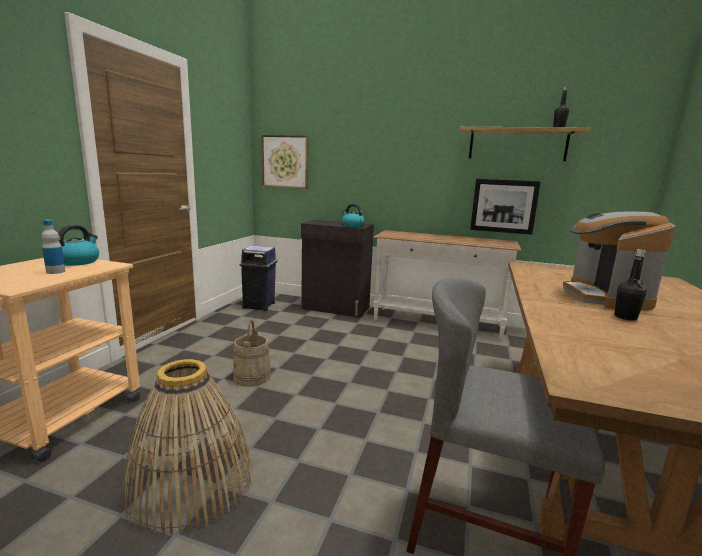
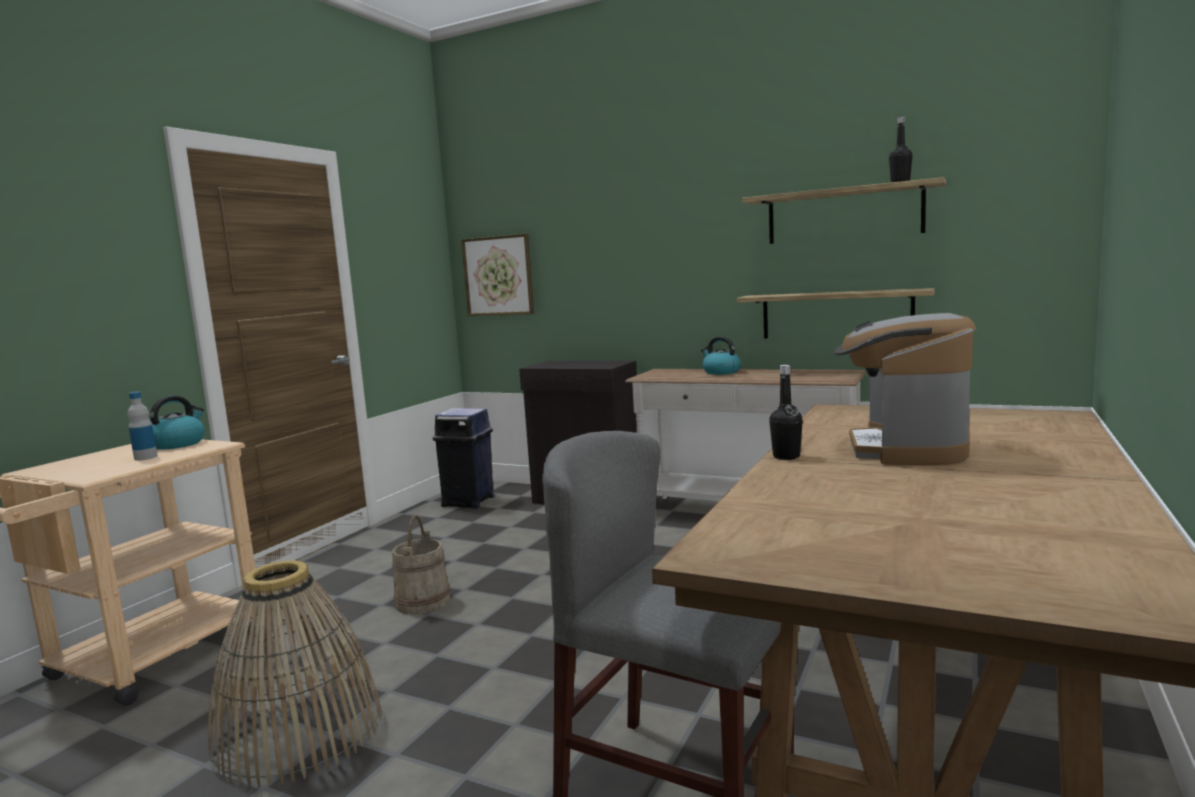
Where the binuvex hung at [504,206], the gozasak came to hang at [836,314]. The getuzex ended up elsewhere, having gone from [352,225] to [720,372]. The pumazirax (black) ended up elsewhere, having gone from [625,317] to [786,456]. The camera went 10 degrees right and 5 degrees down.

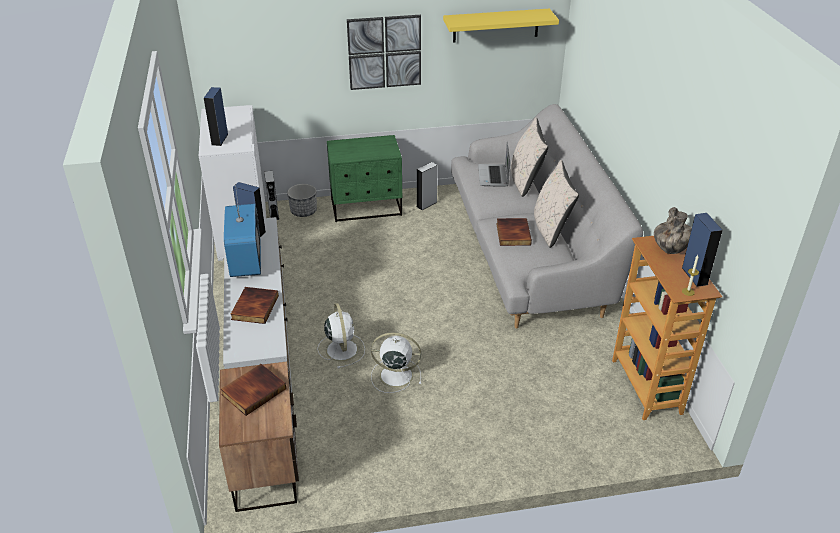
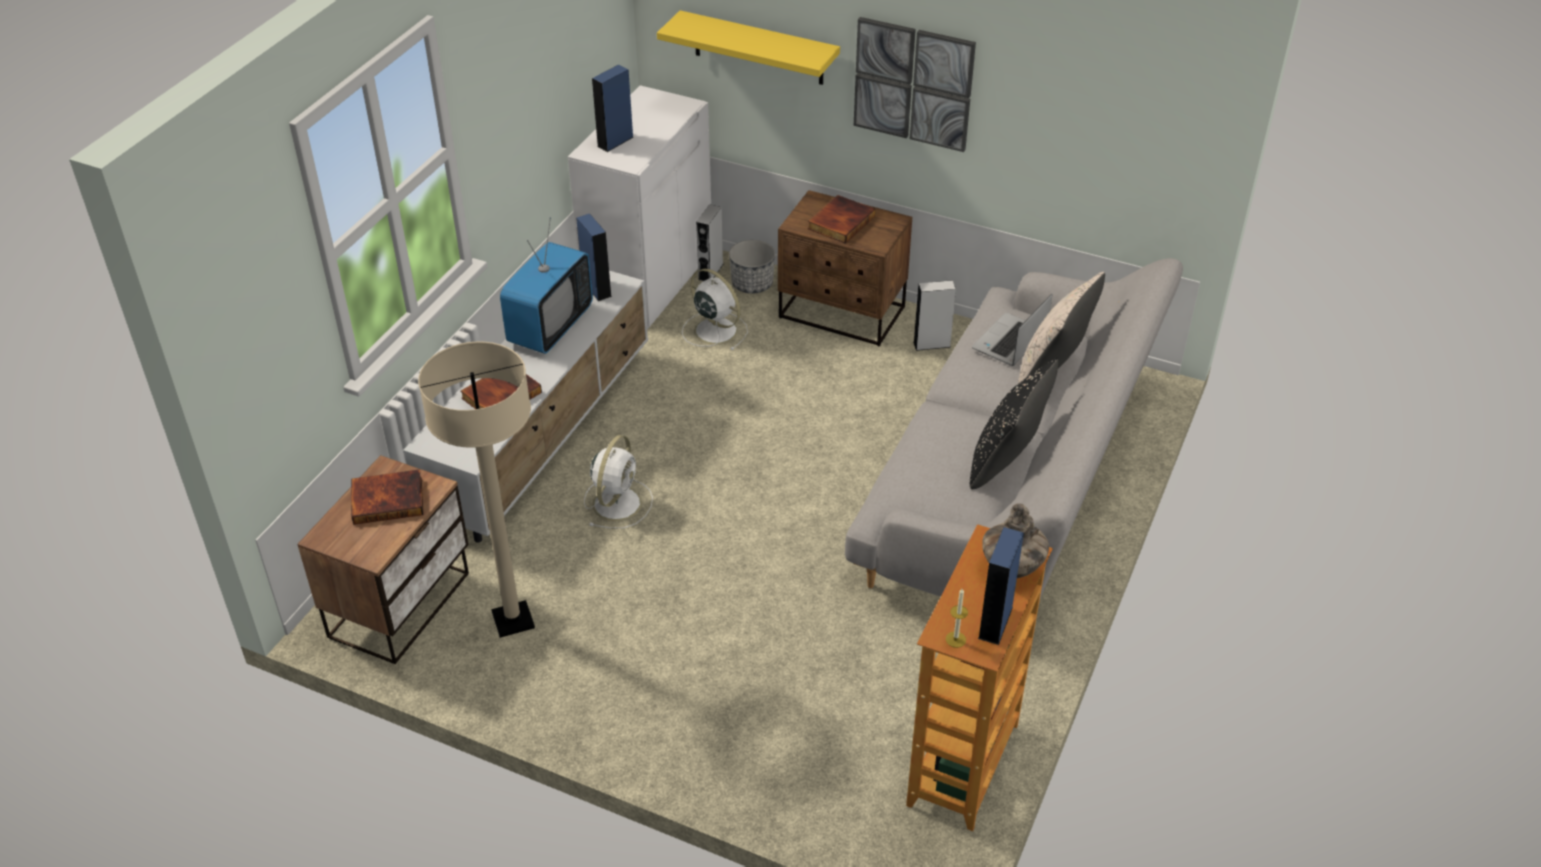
The gozasak (yellow) ended up elsewhere, having gone from [496,25] to [758,48]. What was the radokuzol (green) at [366,207] turned into the radokuzol (brown) at [842,313]. What was the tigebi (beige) at [551,228] turned into the tigebi (black) at [1006,461]. The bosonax ended up elsewhere, having gone from [512,234] to [840,222]. The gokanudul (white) ended up elsewhere, having gone from [394,375] to [714,330]. The second view gained the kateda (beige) at [513,620]. The camera went 35 degrees right and 5 degrees up.

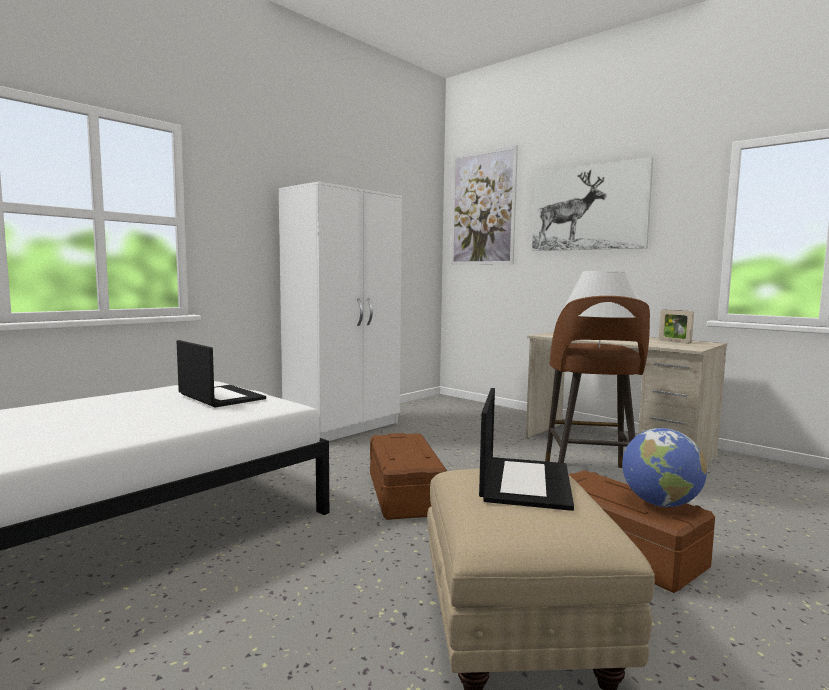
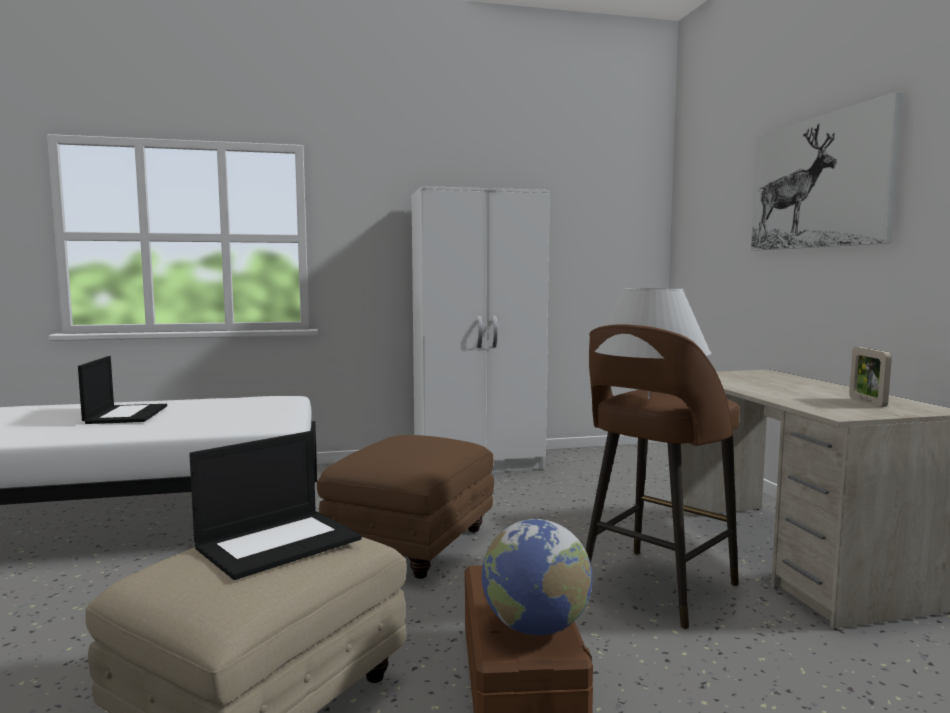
The second view lost the binuvex at [482,208]. The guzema ended up elsewhere, having gone from [220,396] to [126,414]. Where the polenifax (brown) stood at [406,494], the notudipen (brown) came to stand at [411,546]. The camera went 35 degrees right and 0 degrees up.

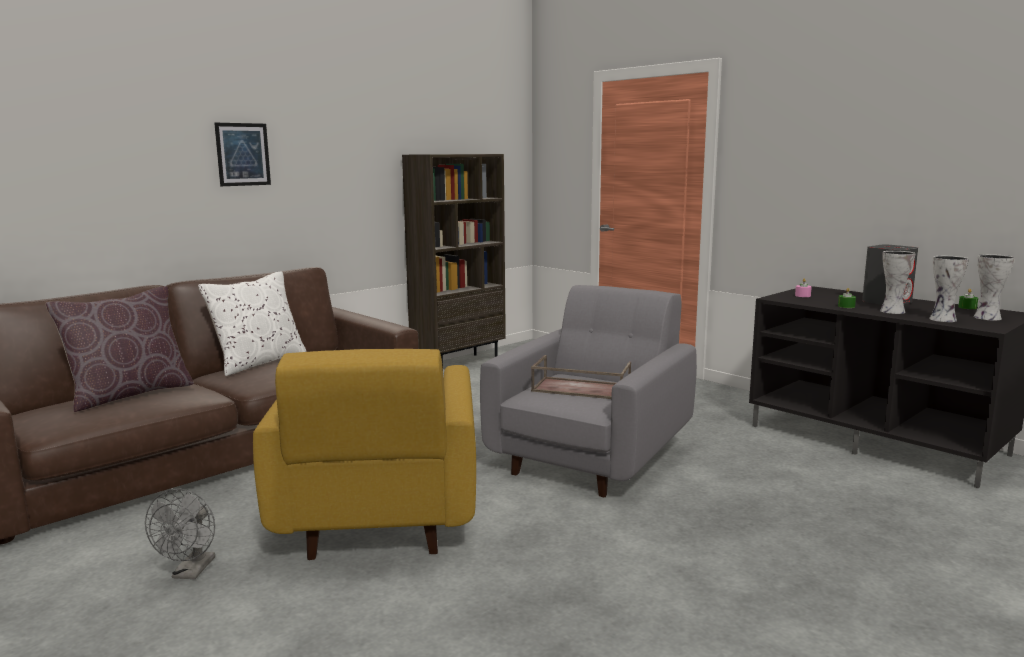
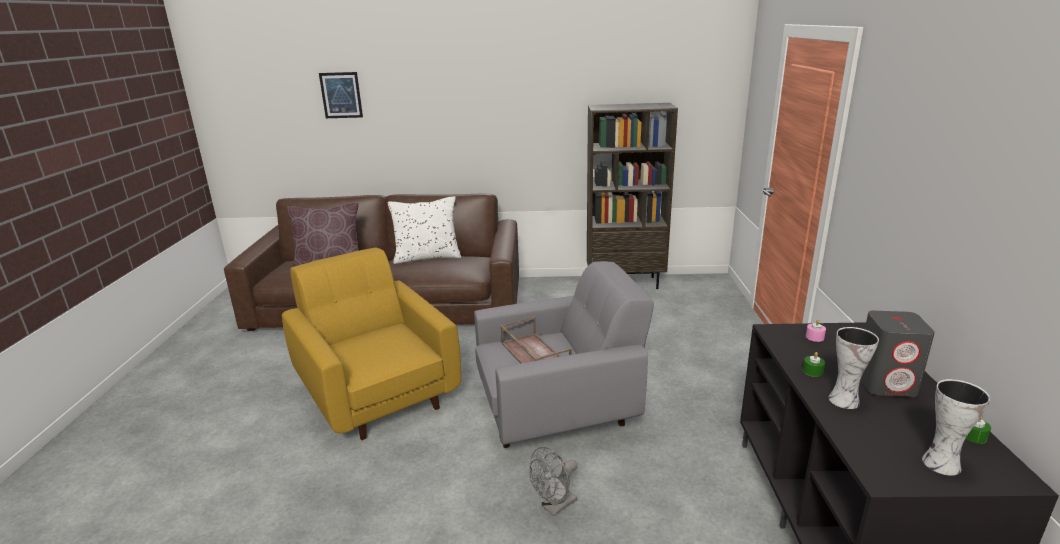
The binuvex ended up elsewhere, having gone from [243,154] to [341,95]. The second view lost the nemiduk at [943,319]. The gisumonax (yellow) at [379,517] ended up facing another way, 105 degrees clockwise from before. The gokanudul (grey) ended up elsewhere, having gone from [191,572] to [555,507]. The camera went 45 degrees right and 10 degrees up.

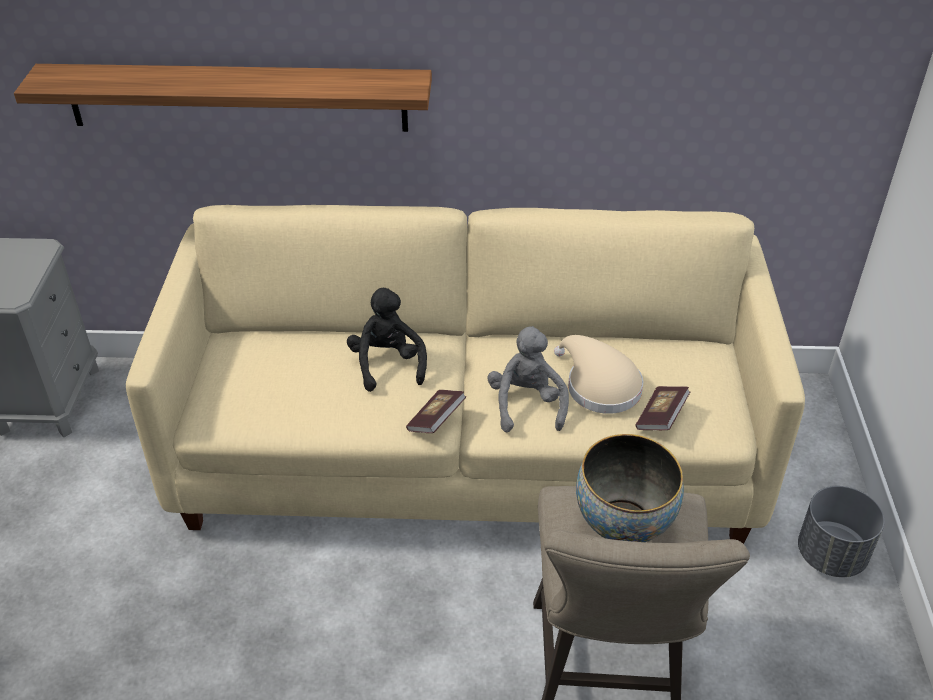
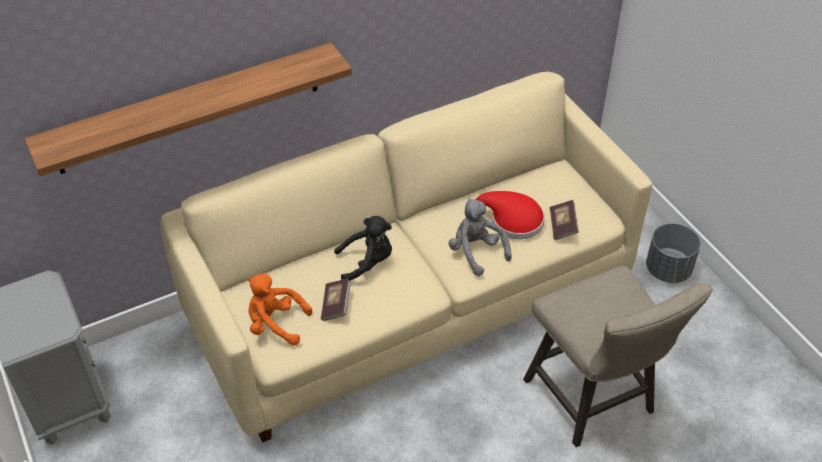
The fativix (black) at [387,364] ended up facing another way, 120 degrees clockwise from before. What was the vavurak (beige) at [599,386] turned into the vavurak (red) at [512,221]. The bosonax ended up elsewhere, having gone from [436,420] to [336,305]. The second view lost the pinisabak at [623,524]. The second view gained the fativix (orange) at [275,324]. The camera went 30 degrees left and 5 degrees up.

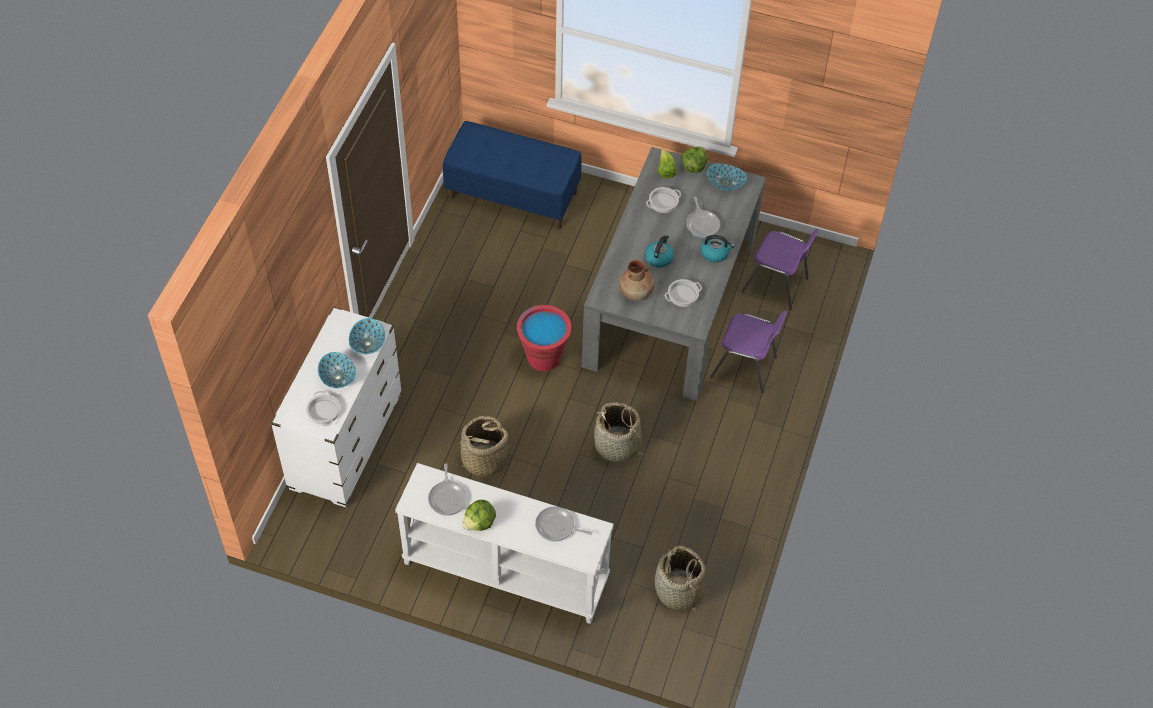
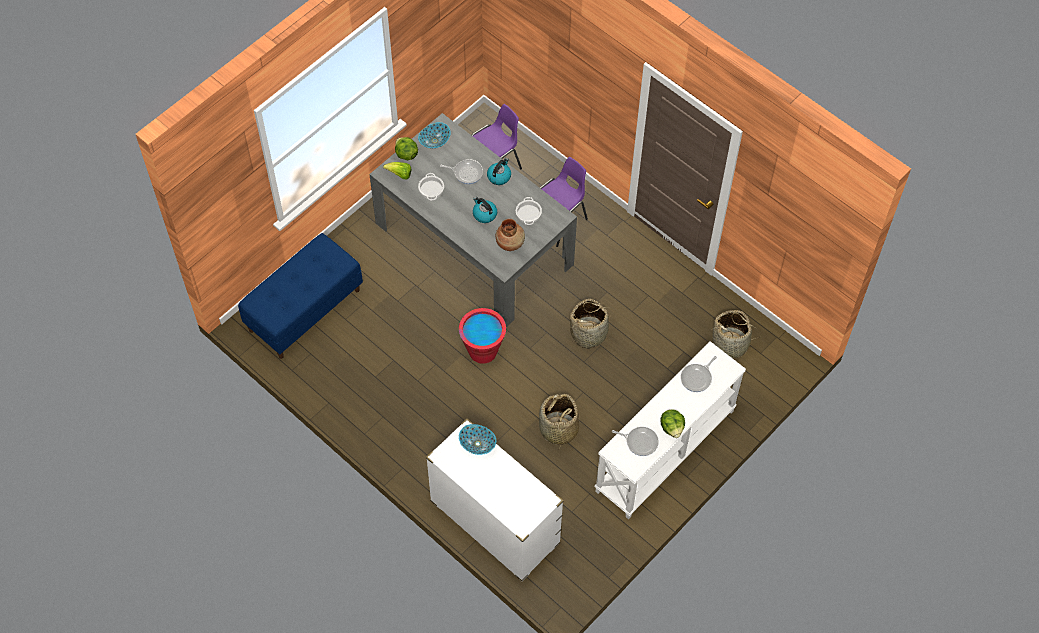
The second view lost the pinisabak at [338,377]. The second view lost the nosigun at [323,411]. The camera went 65 degrees left and 5 degrees up.

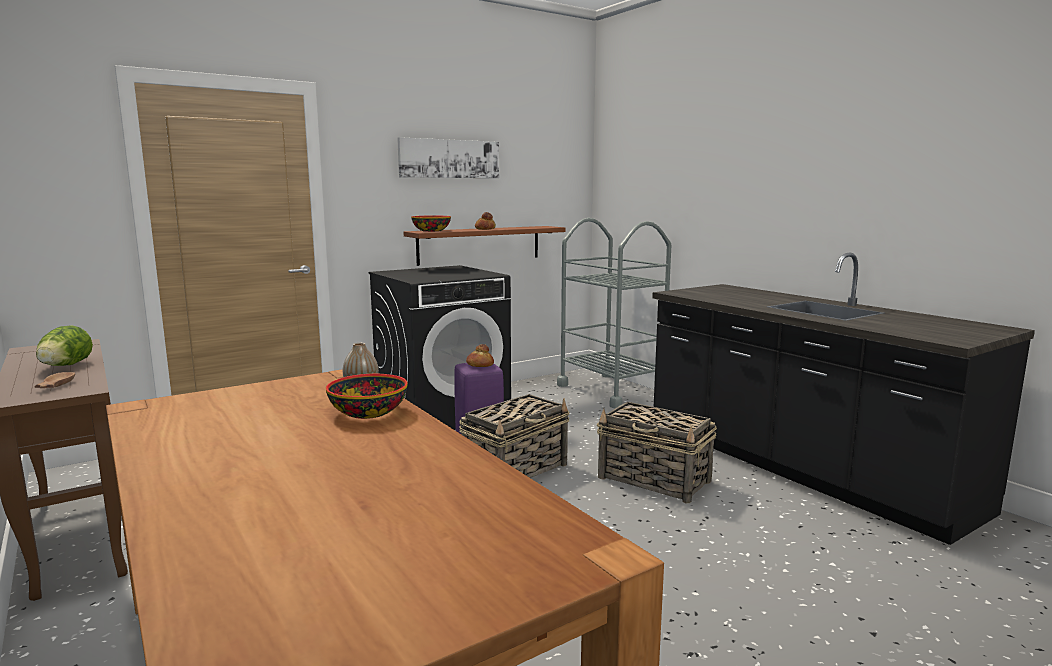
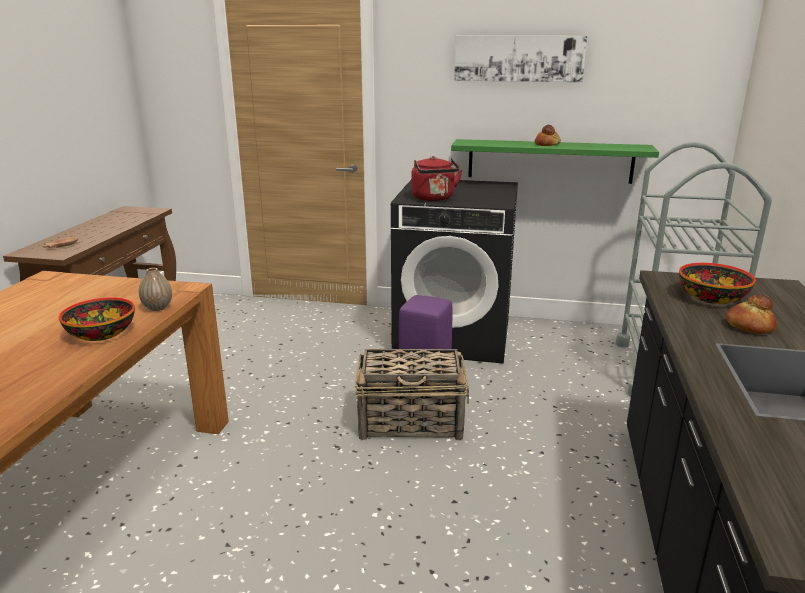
The pinisabak ended up elsewhere, having gone from [431,231] to [712,297]. What was the gozasak (brown) at [480,244] turned into the gozasak (green) at [549,161]. The second view lost the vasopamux at [65,366]. The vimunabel ended up elsewhere, having gone from [480,365] to [749,326]. The second view lost the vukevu at [655,480]. The second view gained the getuzex (red) at [434,198]. The camera went 45 degrees right and 10 degrees up.

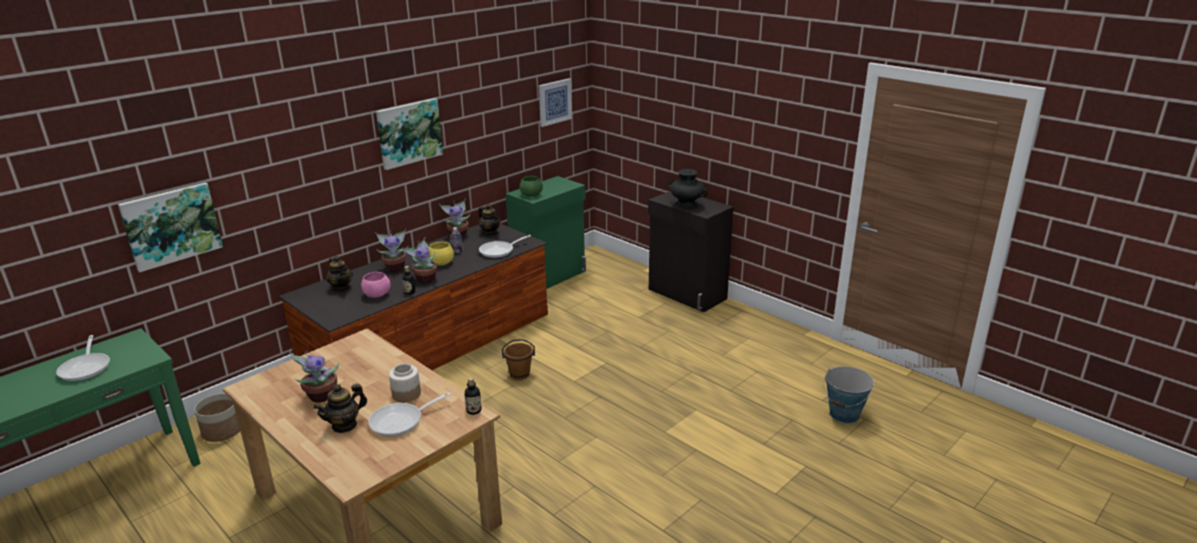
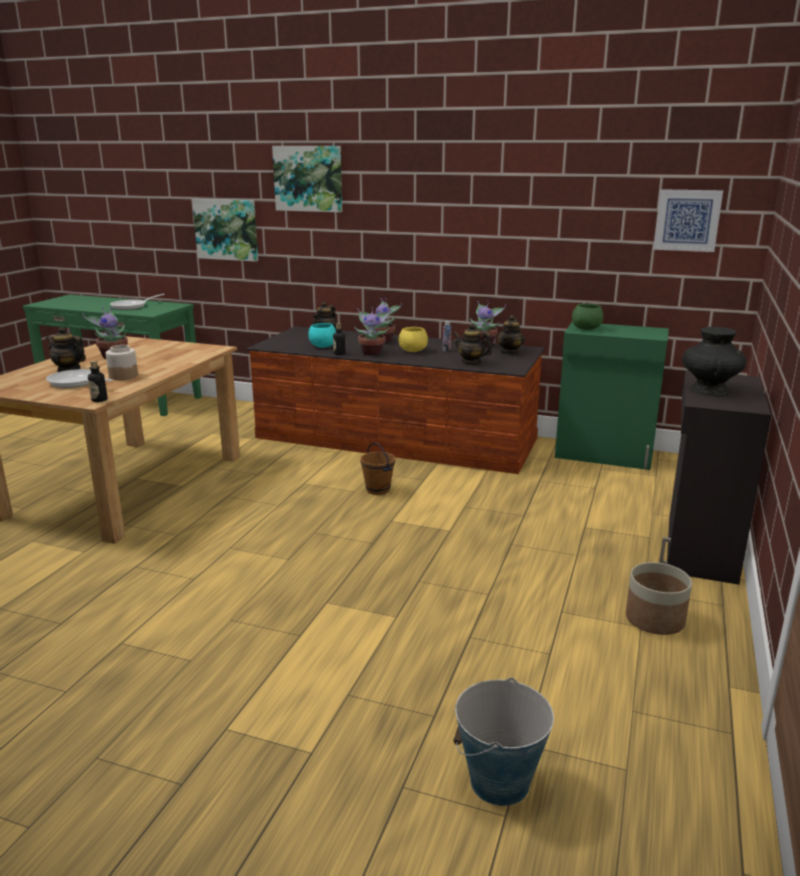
The binuvex ended up elsewhere, having gone from [409,133] to [308,178]. Where the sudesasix stood at [499,251], the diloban came to stand at [471,362]. What was the pinisabak (pink) at [376,295] turned into the pinisabak (turquoise) at [323,346]. The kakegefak ended up elsewhere, having gone from [222,431] to [655,620]. The camera went 65 degrees right and 5 degrees down.

